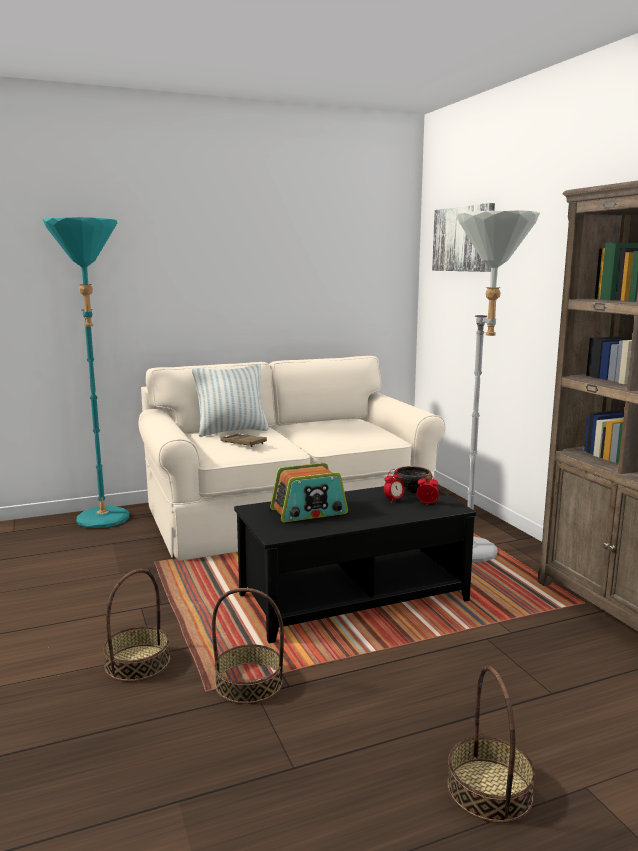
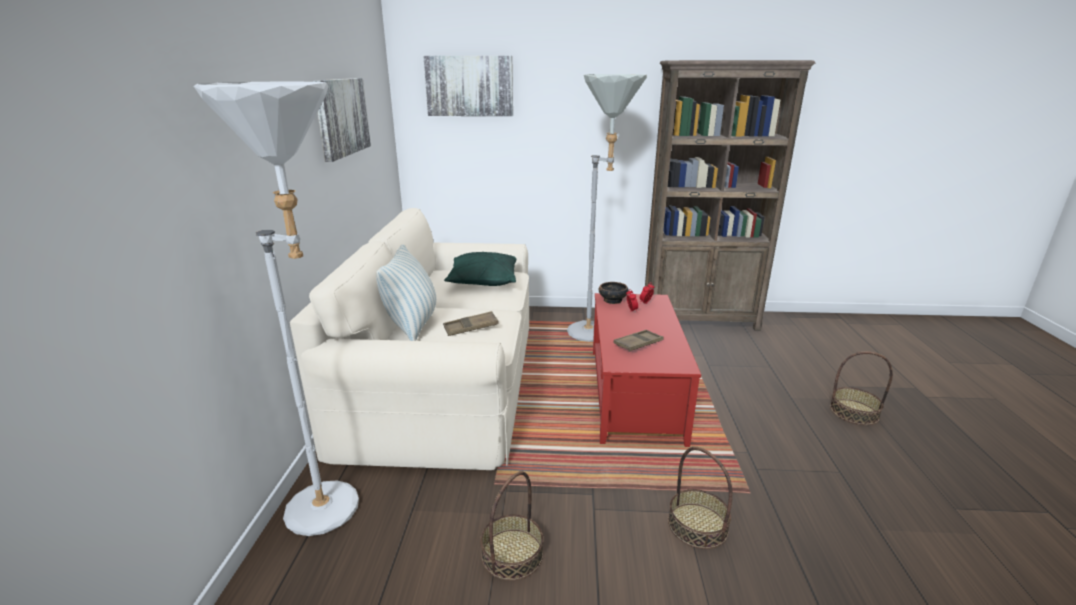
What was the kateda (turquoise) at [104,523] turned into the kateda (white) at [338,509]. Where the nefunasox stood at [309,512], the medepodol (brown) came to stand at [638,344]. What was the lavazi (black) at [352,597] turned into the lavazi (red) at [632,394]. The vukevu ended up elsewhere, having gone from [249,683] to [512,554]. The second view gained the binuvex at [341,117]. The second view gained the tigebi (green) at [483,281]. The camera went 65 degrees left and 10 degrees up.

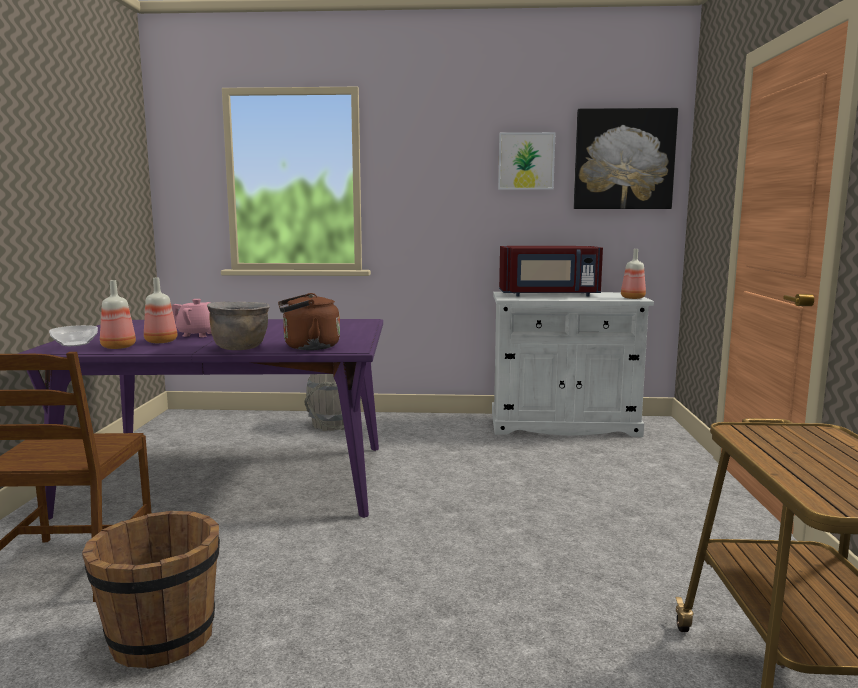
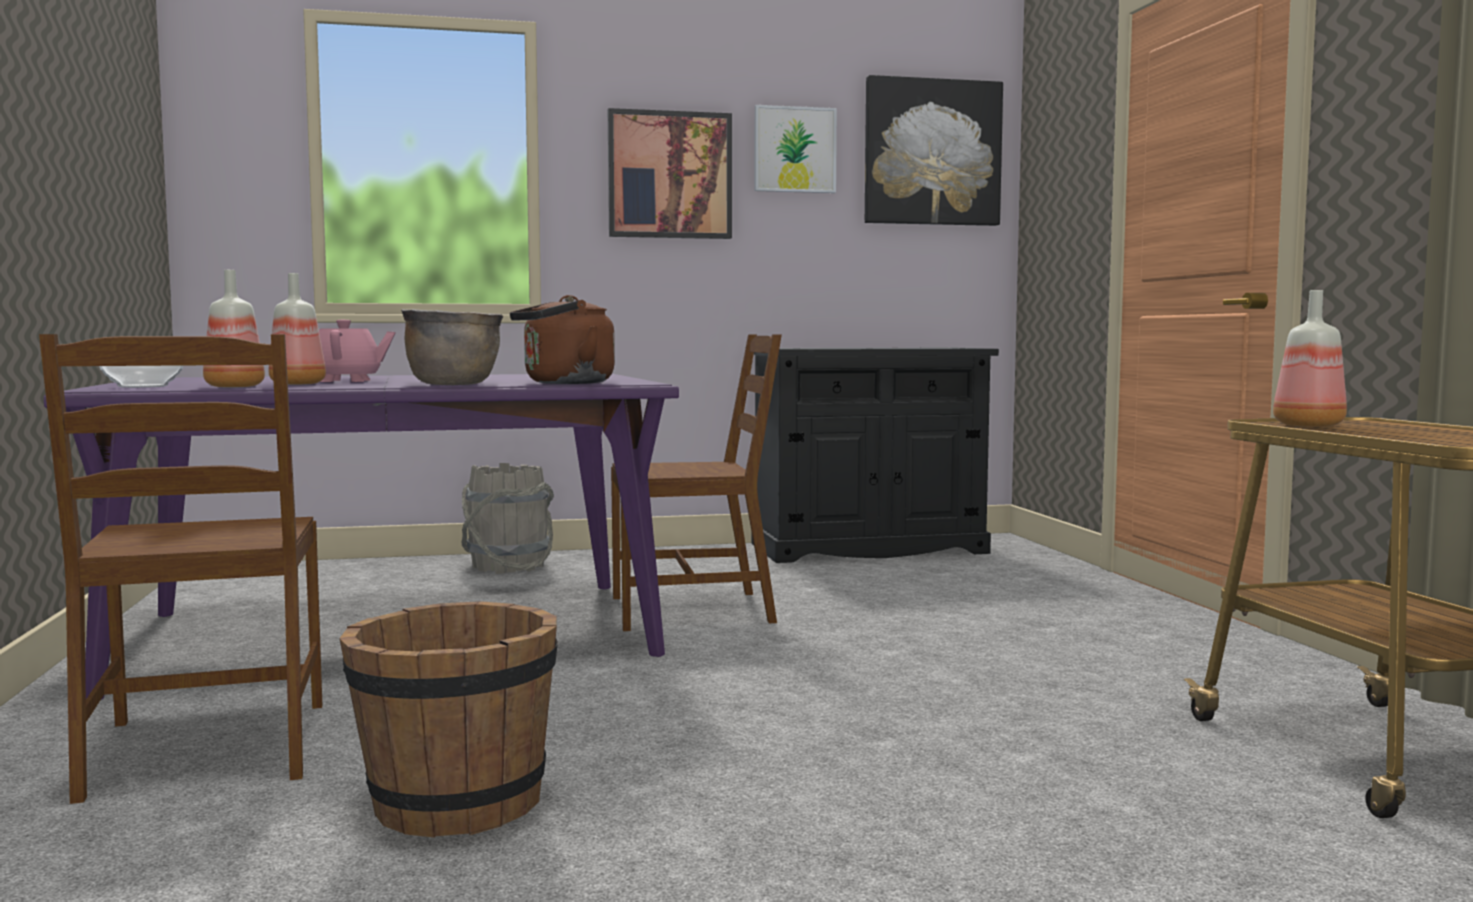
The second view lost the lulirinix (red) at [549,295]. The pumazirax ended up elsewhere, having gone from [632,298] to [1306,426]. What was the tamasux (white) at [563,425] turned into the tamasux (black) at [868,548]. The second view gained the binuvex at [669,175]. The second view gained the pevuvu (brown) at [693,610]. The camera went 15 degrees left and 5 degrees down.

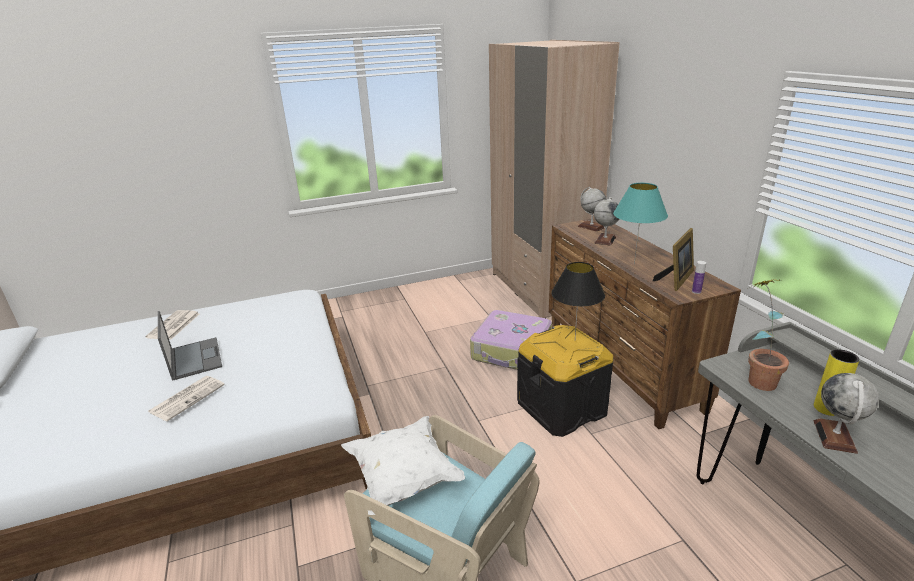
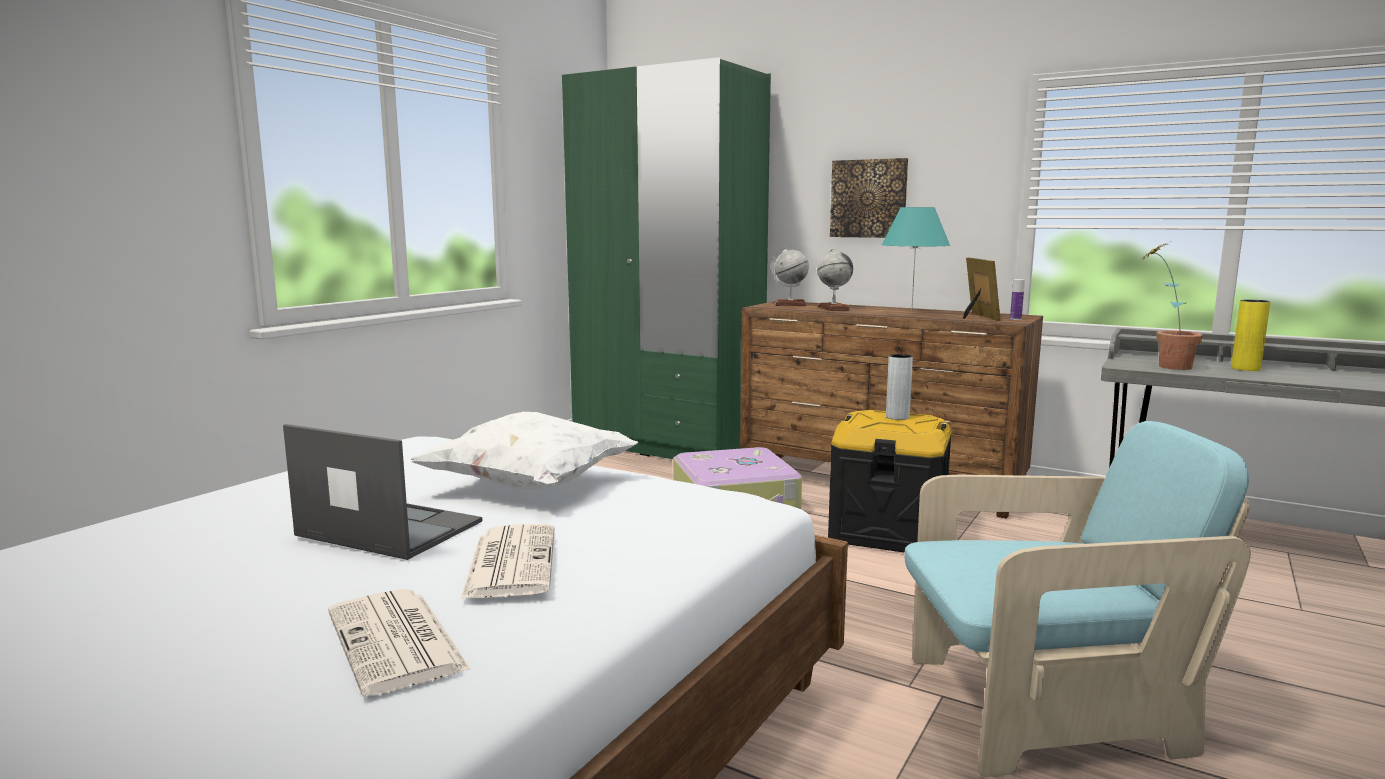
What was the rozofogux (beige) at [540,289] turned into the rozofogux (green) at [668,445]. Where the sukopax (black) stood at [574,340], the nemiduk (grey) came to stand at [897,417]. The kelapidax ended up elsewhere, having gone from [174,326] to [397,642]. The second view lost the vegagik at [835,436]. The tigebi (white) ended up elsewhere, having gone from [403,478] to [531,487]. The second view gained the binuvex at [869,198]. The camera went 40 degrees left and 15 degrees down.

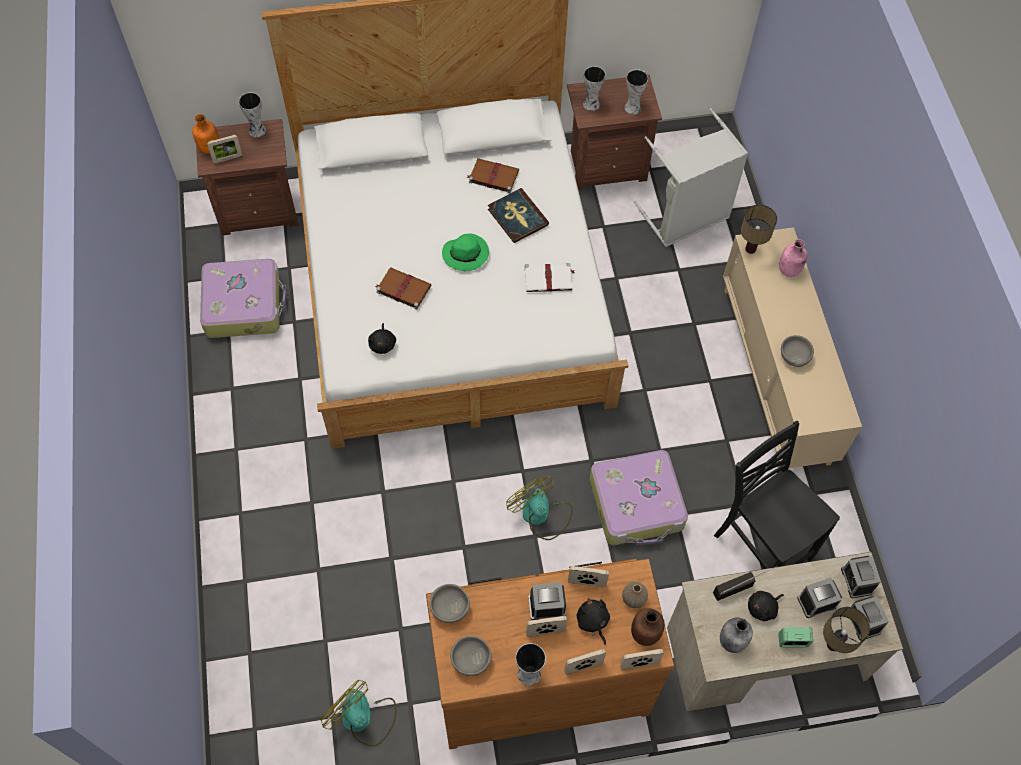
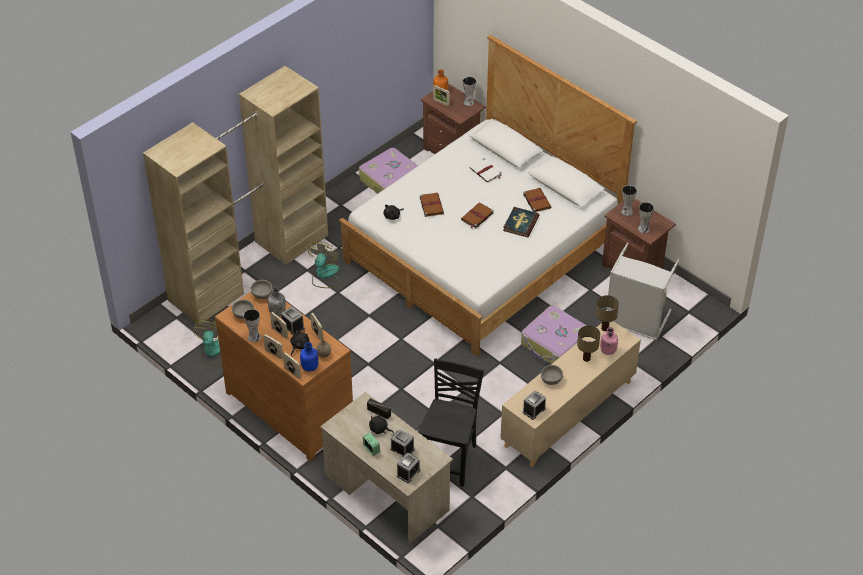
Where the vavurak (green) stood at [466,254], the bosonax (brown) came to stand at [477,217]. The bosonax (white) ended up elsewhere, having gone from [549,279] to [485,172]. The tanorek ended up elsewhere, having gone from [637,504] to [555,343]. The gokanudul ended up elsewhere, having gone from [541,515] to [325,275]. The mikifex ended up elsewhere, having gone from [856,581] to [534,410]. The sukopax ended up elsewhere, having gone from [832,644] to [586,358]. What was the pumazirax (brown) at [645,633] turned into the pumazirax (blue) at [310,367]. The pumazirax (grey) ended up elsewhere, having gone from [732,640] to [278,312]. The second view gained the rozofogux (beige) at [250,267]. The camera went 55 degrees right and 15 degrees down.

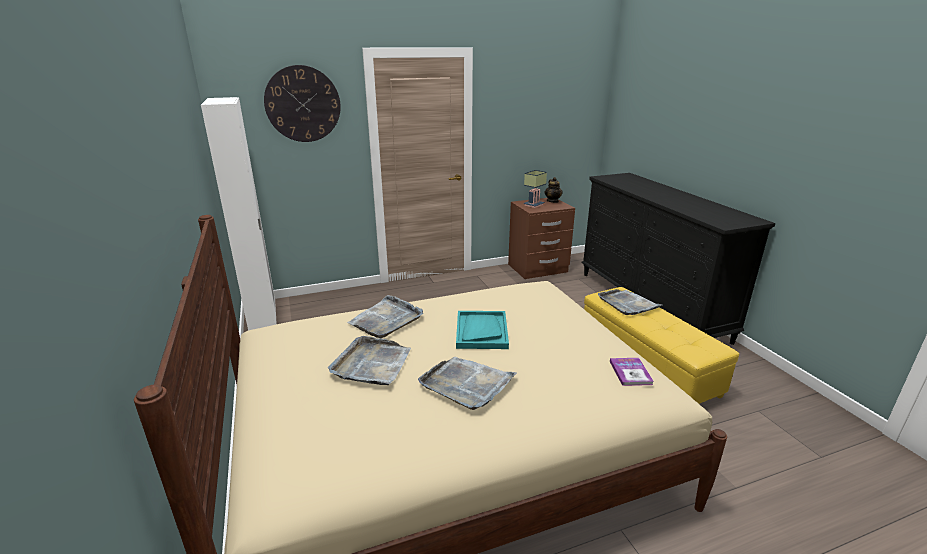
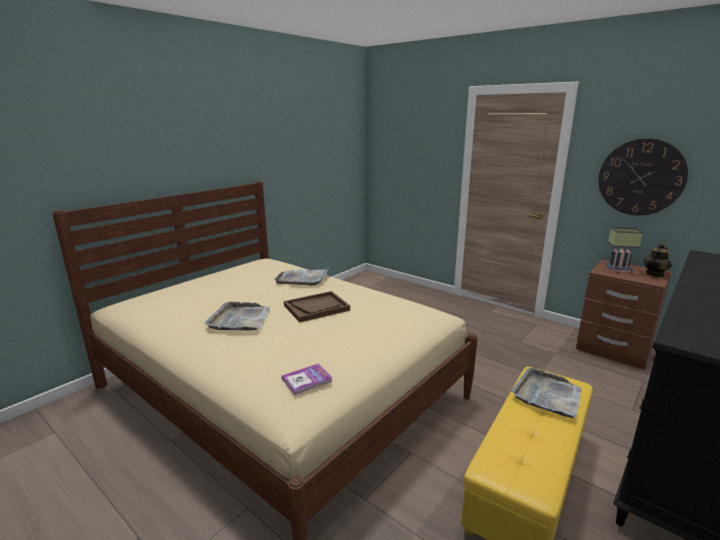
The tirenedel ended up elsewhere, having gone from [303,104] to [641,177]. The second view lost the rozofogux (white) at [263,320]. What was the medepodol (turquoise) at [481,331] turned into the medepodol (brown) at [316,308]. The second view lost the medepodol (grey) at [371,364]. The camera went 60 degrees right and 5 degrees down.

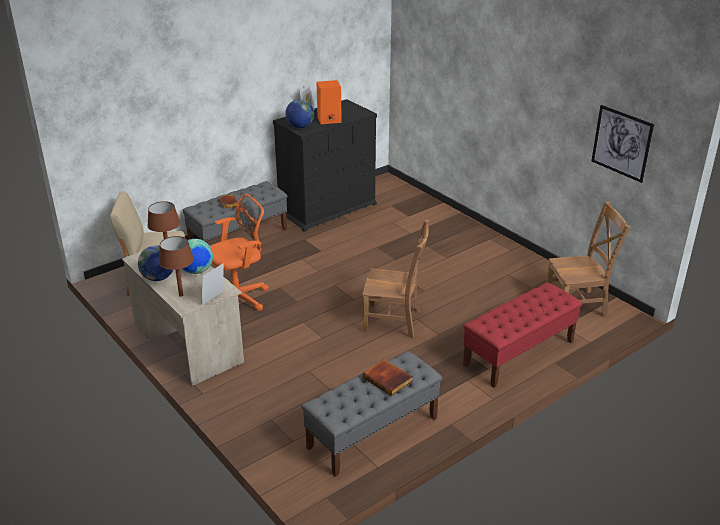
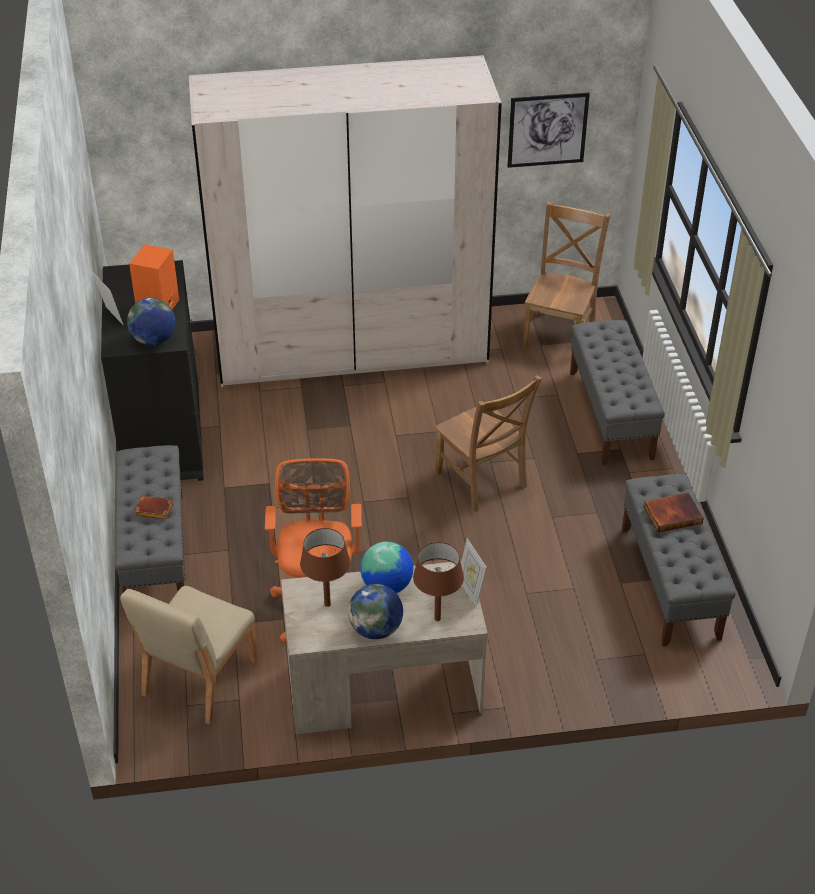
The pevuvu (brown) at [394,321] ended up facing another way, 105 degrees clockwise from before. What was the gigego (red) at [518,353] turned into the gigego (grey) at [611,415]. The second view gained the rozofogux (beige) at [351,348]. The camera went 60 degrees left and 10 degrees up.

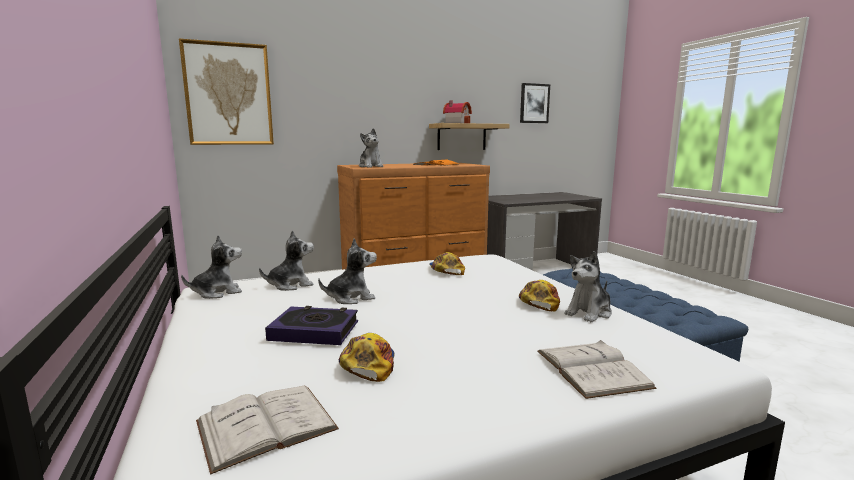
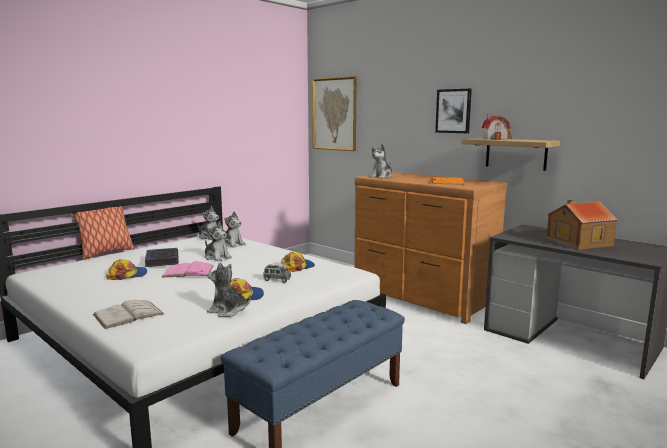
The binuvex ended up elsewhere, having gone from [534,103] to [453,111]. The second view lost the bosonax (white) at [266,425]. The second view gained the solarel at [577,242]. The second view gained the tigebi at [106,253]. The second view gained the bosonax (pink) at [188,271]. The second view gained the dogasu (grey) at [277,280]. The camera went 65 degrees right and 0 degrees up.

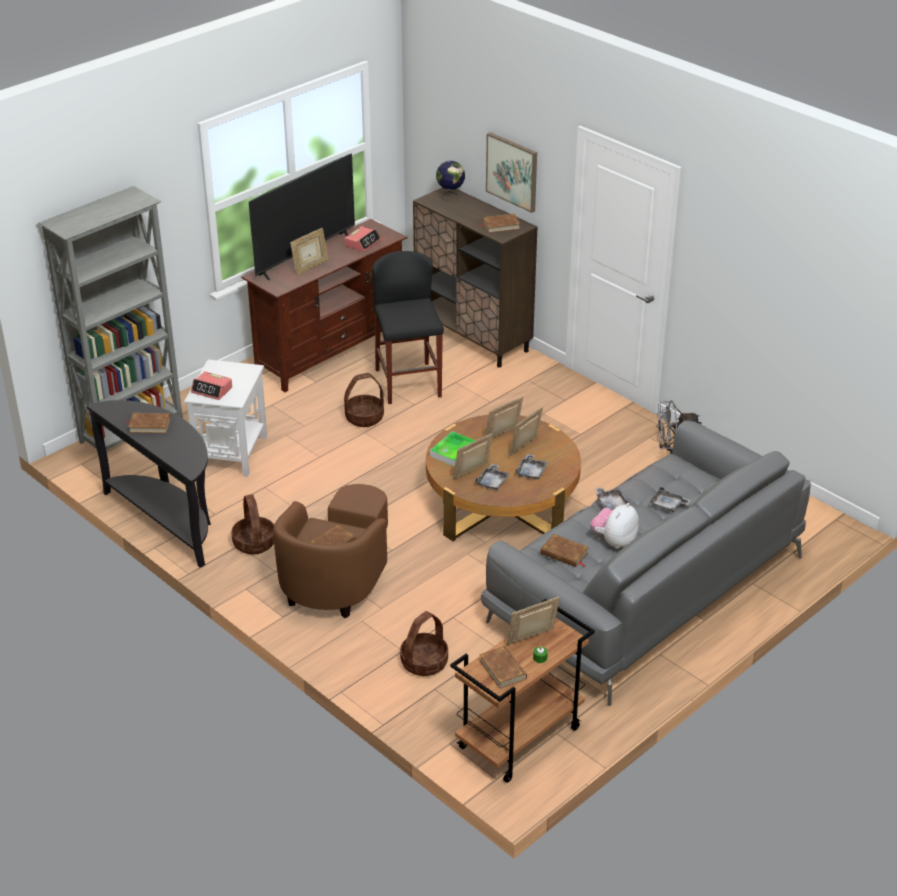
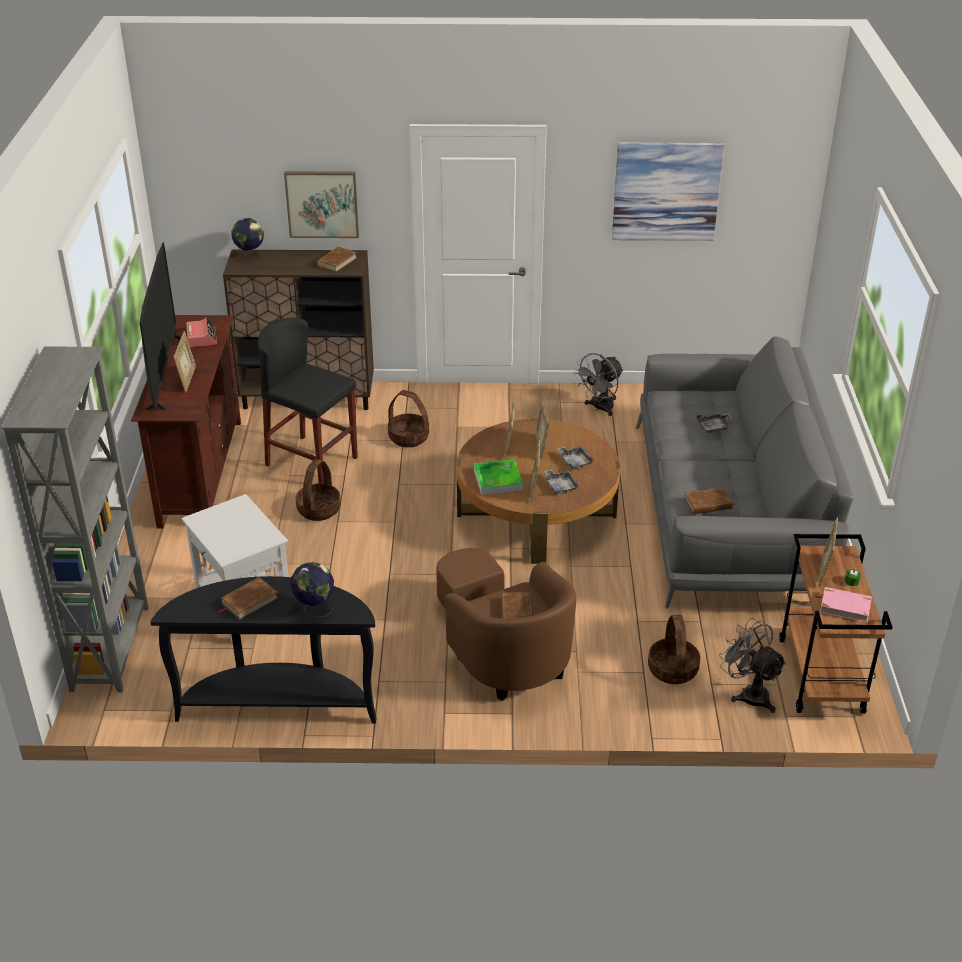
The second view lost the mikifex at [212,390]. The second view lost the medepodol (grey) at [611,503]. The vukevu ended up elsewhere, having gone from [255,543] to [409,437]. The second view lost the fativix at [614,541]. What was the bosonax (brown) at [503,669] turned into the bosonax (pink) at [844,607]. The second view gained the binuvex at [666,191]. The second view gained the vegagik at [314,609]. The second view gained the gokanudul (grey) at [749,693]. The camera went 45 degrees left and 0 degrees up.

